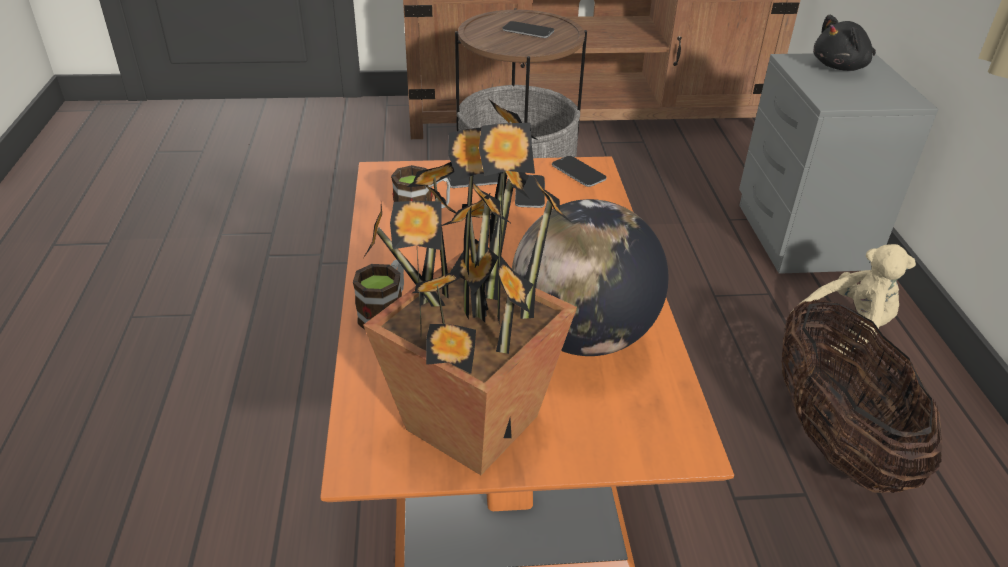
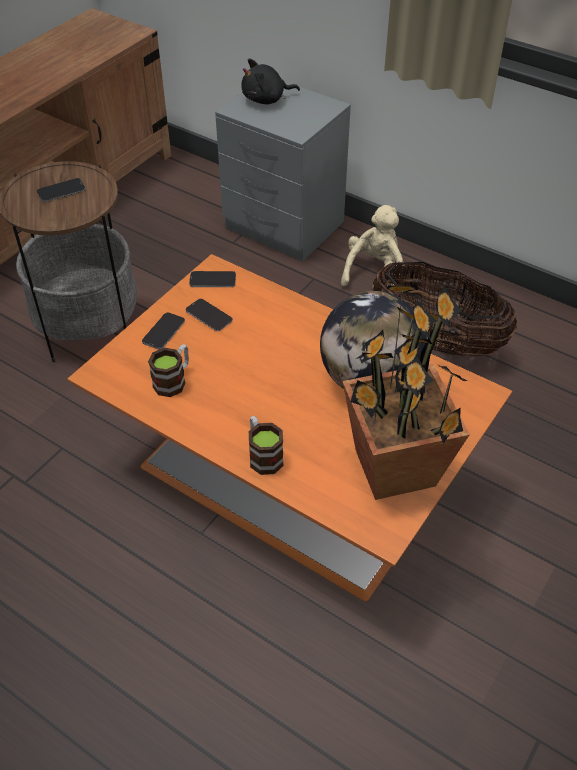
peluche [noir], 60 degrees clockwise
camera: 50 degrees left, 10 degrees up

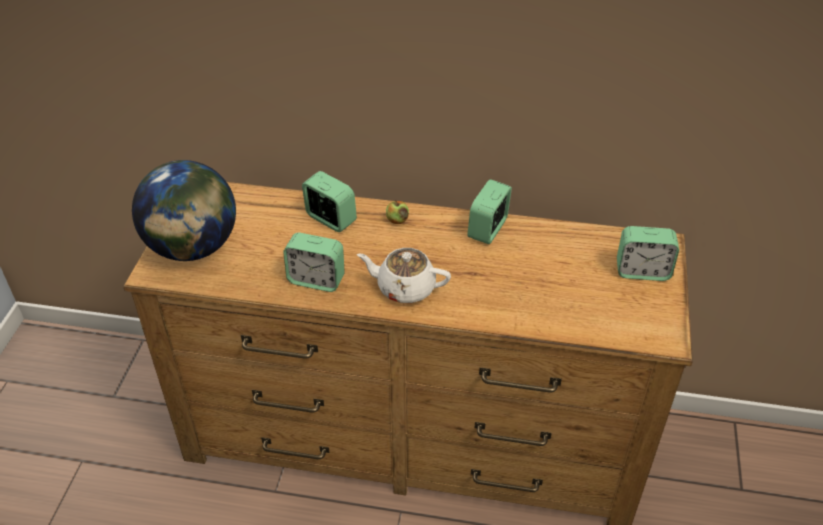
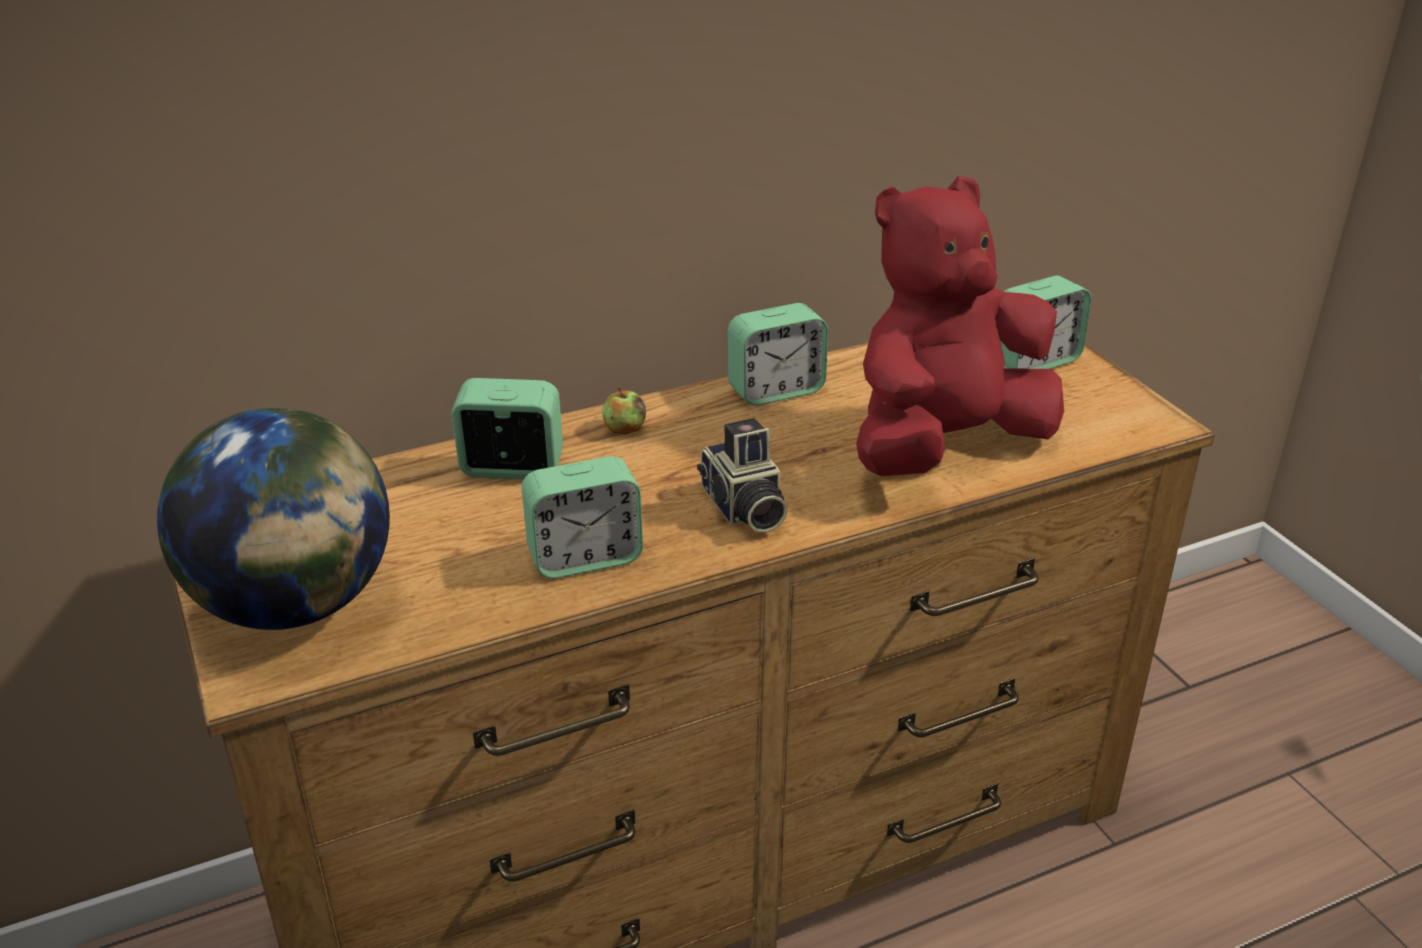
none -> peluche [rouge]
théière [blanc] -> appareil photo
réveil (3rd from left), 105 degrees counterclockwise
camera: 35 degrees left, 10 degrees down

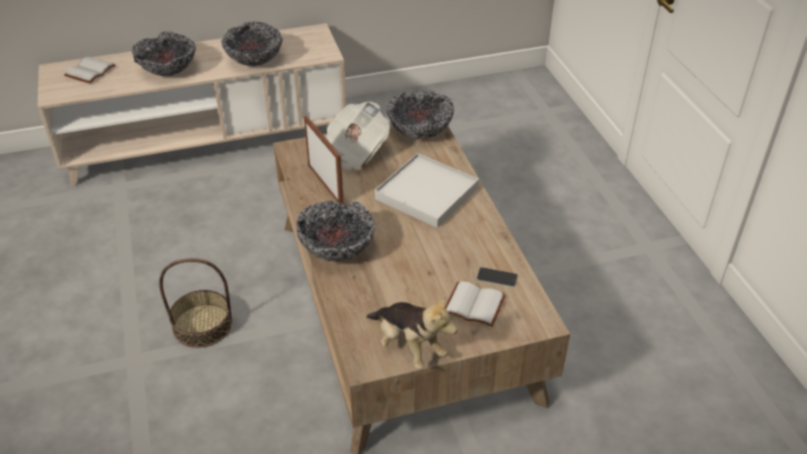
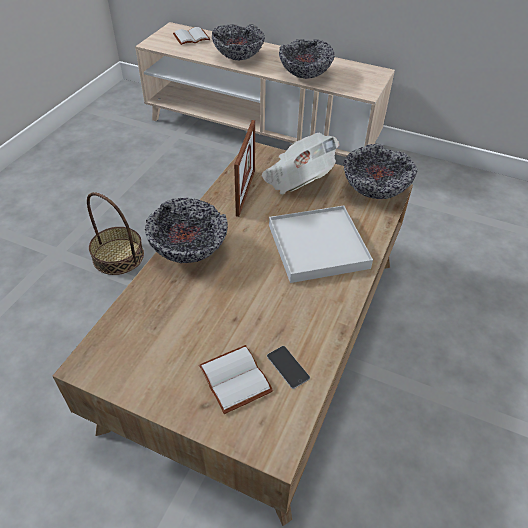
peluche -> none
camera: 40 degrees right, 5 degrees up

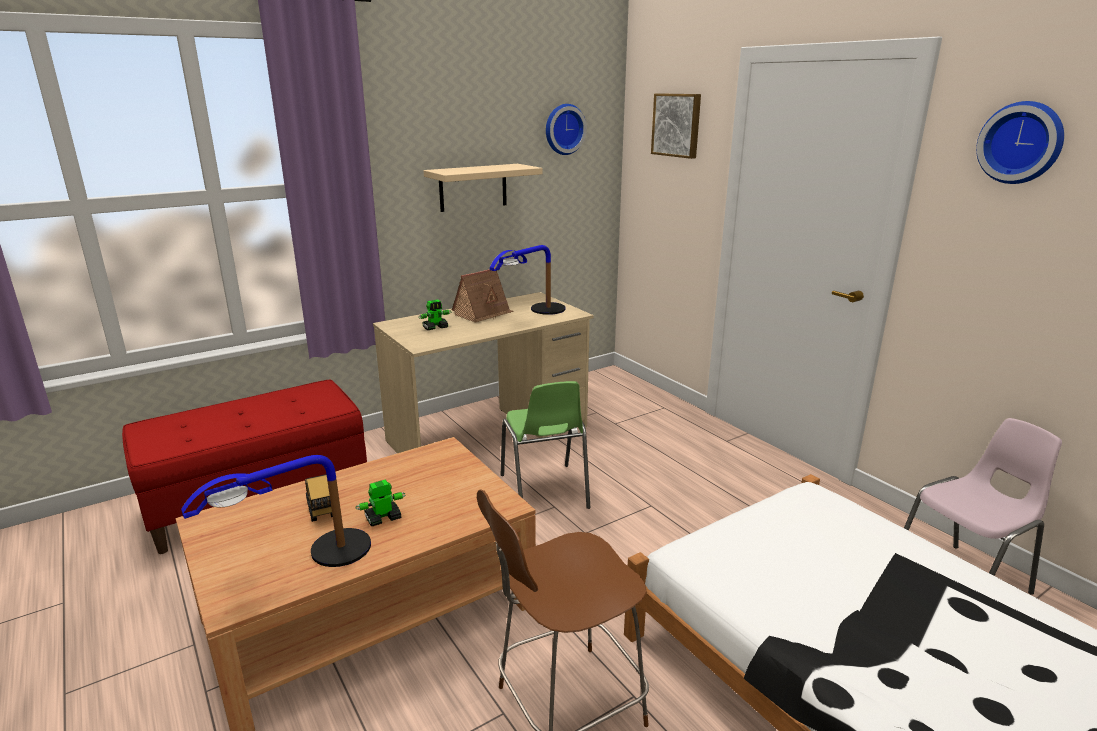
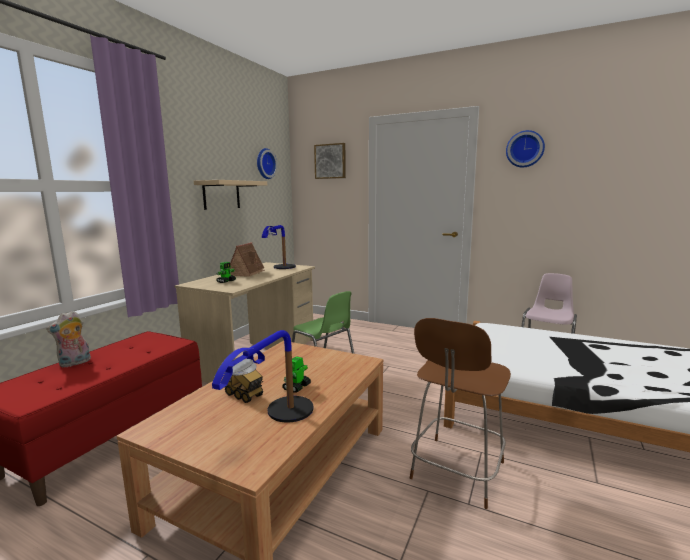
none -> peluche
camera: 30 degrees left, 10 degrees down

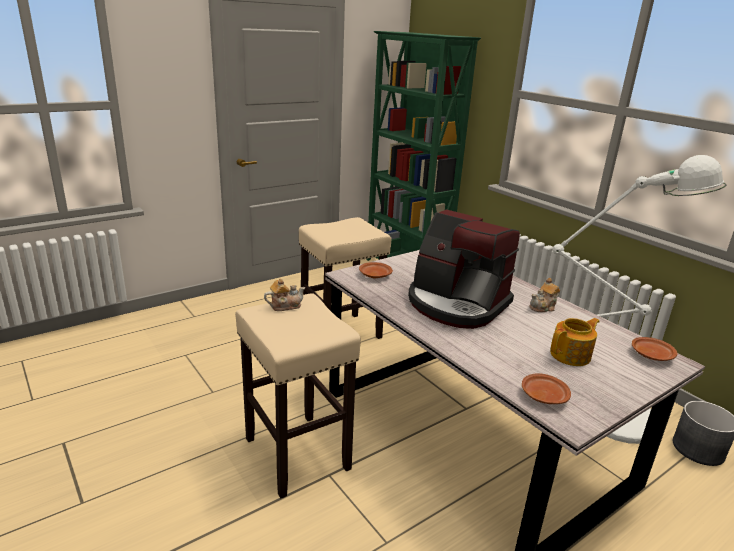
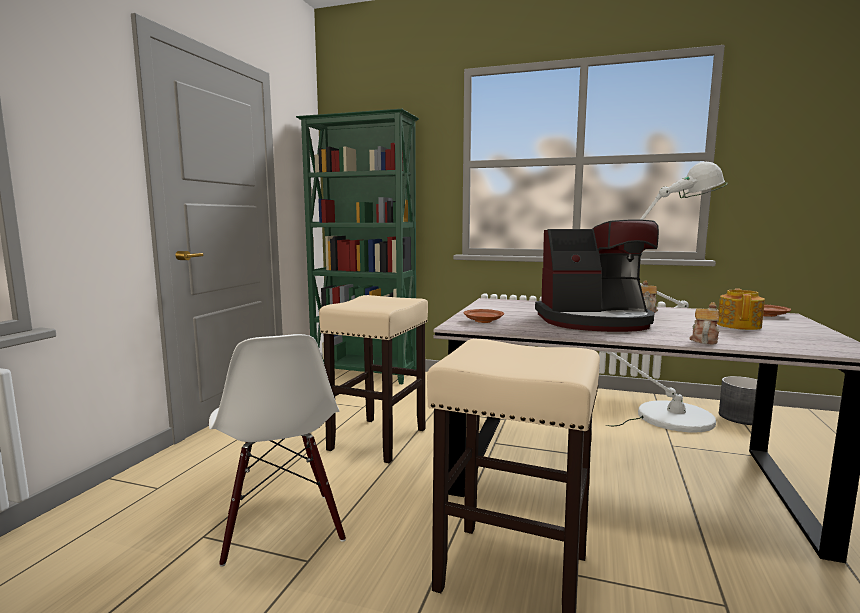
assiette [marron] (2nd from left) -> none
none -> chaise [blanc]
théière (1st from left in the first image) -> théière (2nd from left), moved
camera: 35 degrees left, 15 degrees down

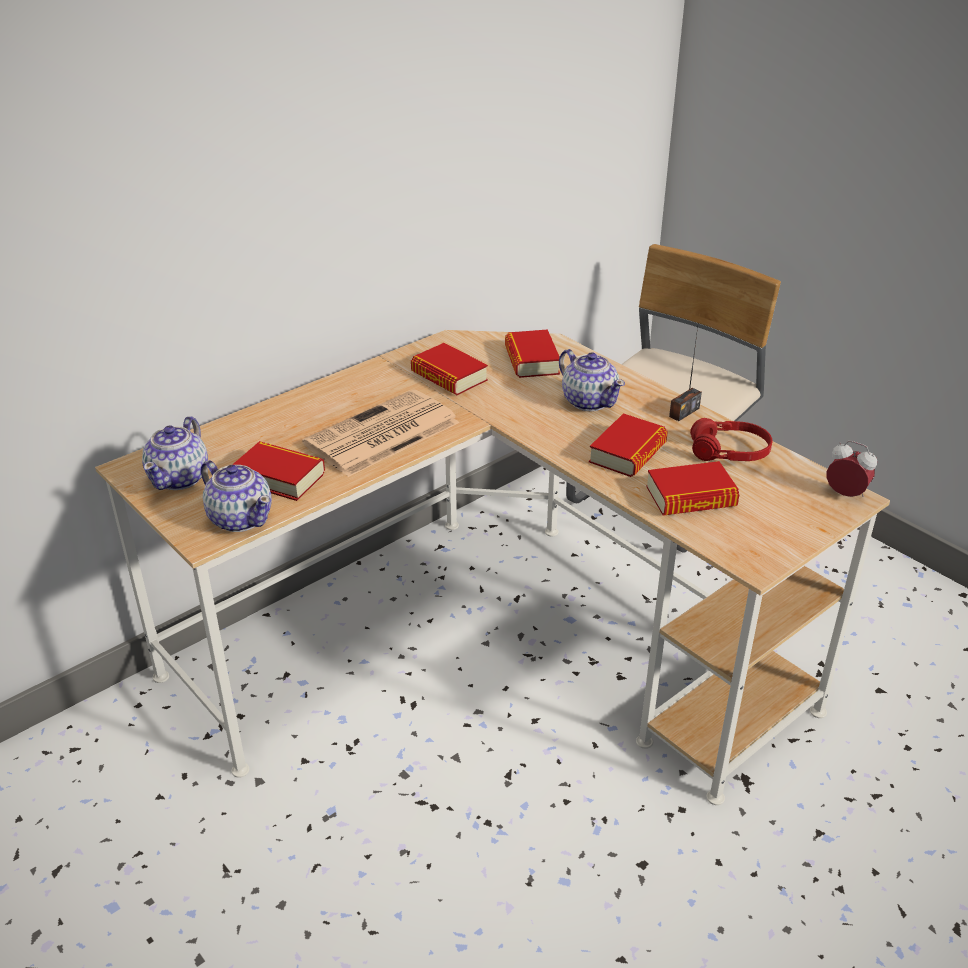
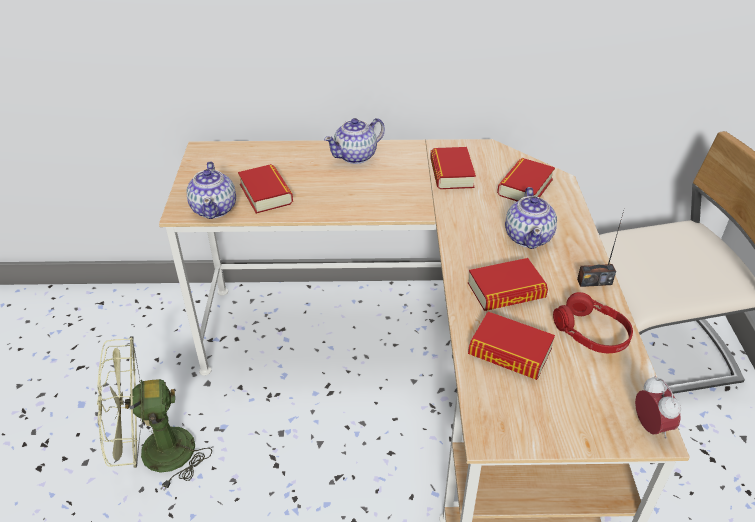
journal -> none
none -> ventilateur [vert]
théière (1st from left in the first image) -> théière (2nd from left), moved
camera: 40 degrees right, 5 degrees up

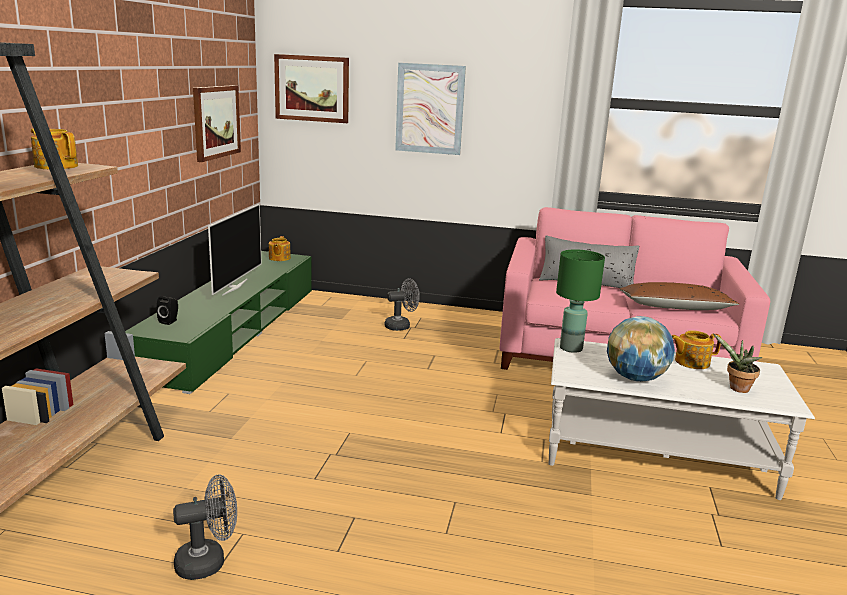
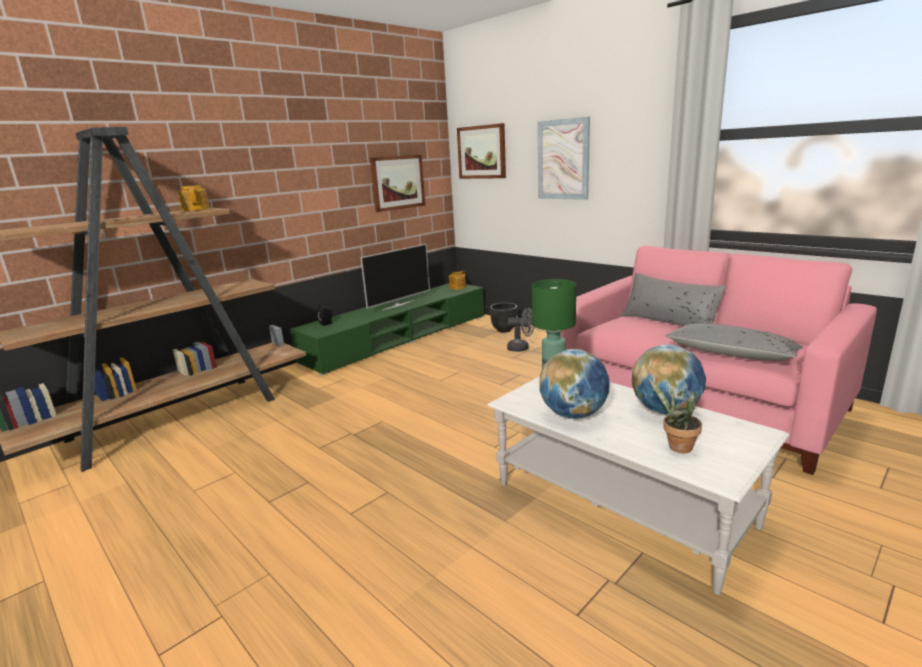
ventilateur [gris] (1st from left) -> none
none -> cache-pot [noir]
théière (3rd from left) -> globe (2nd from left)
coussin [marron] -> coussin [gris] (2nd from left)
camera: 35 degrees right, 0 degrees up

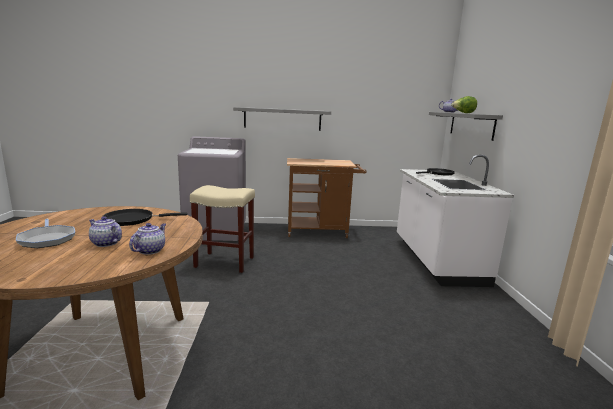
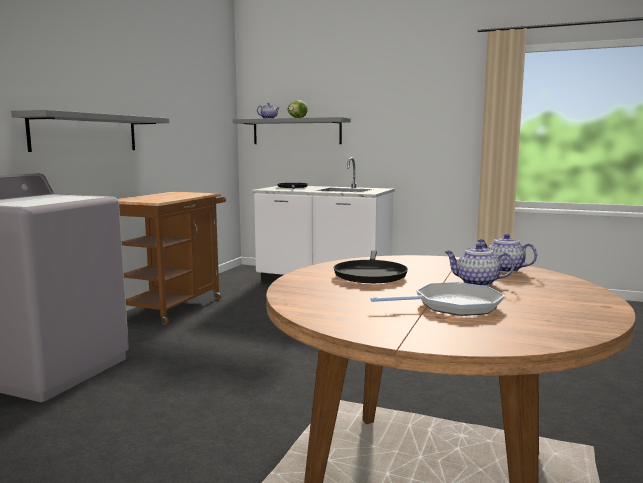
tabouret [beige] -> none
théière (1st from left in the first image) -> théière (2nd from left), 60 degrees clockwise
camera: 65 degrees left, 5 degrees down

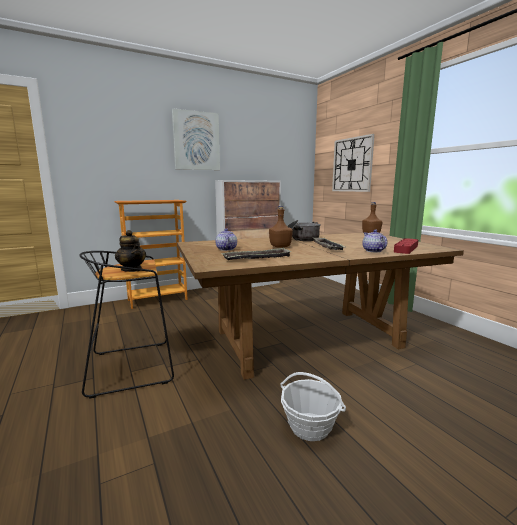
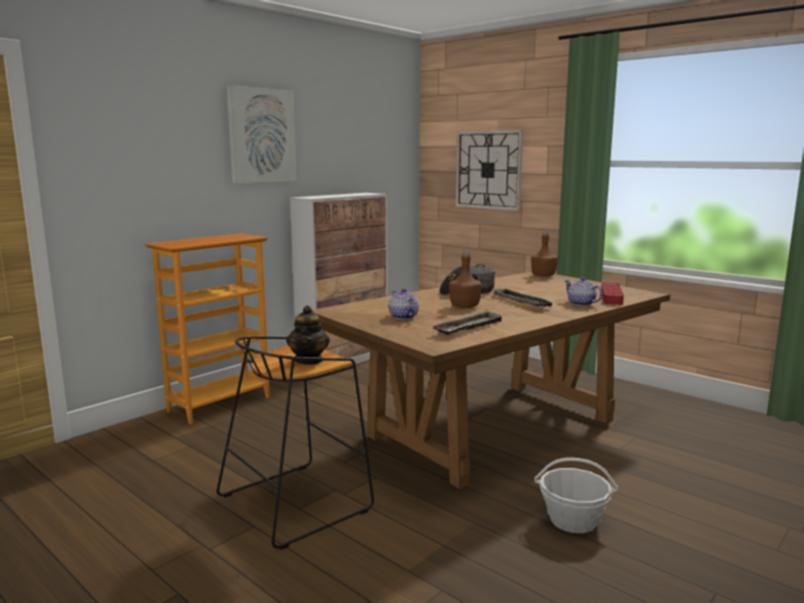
théière (1st from left), 60 degrees clockwise
camera: 20 degrees left, 0 degrees up

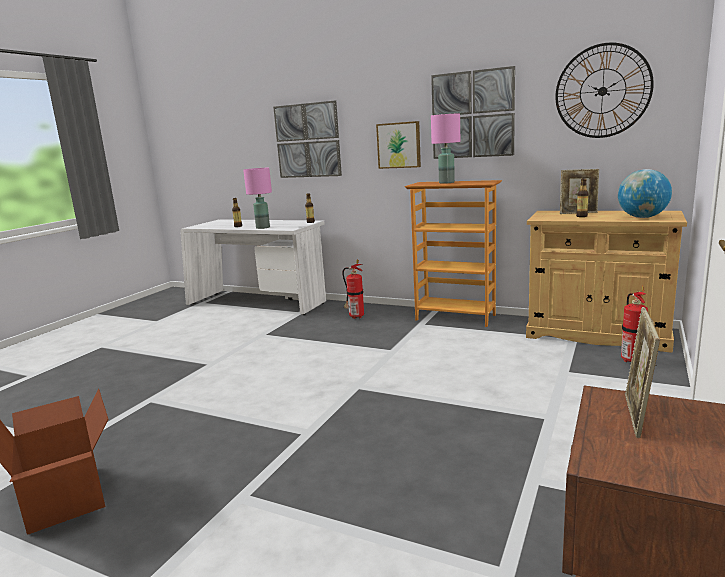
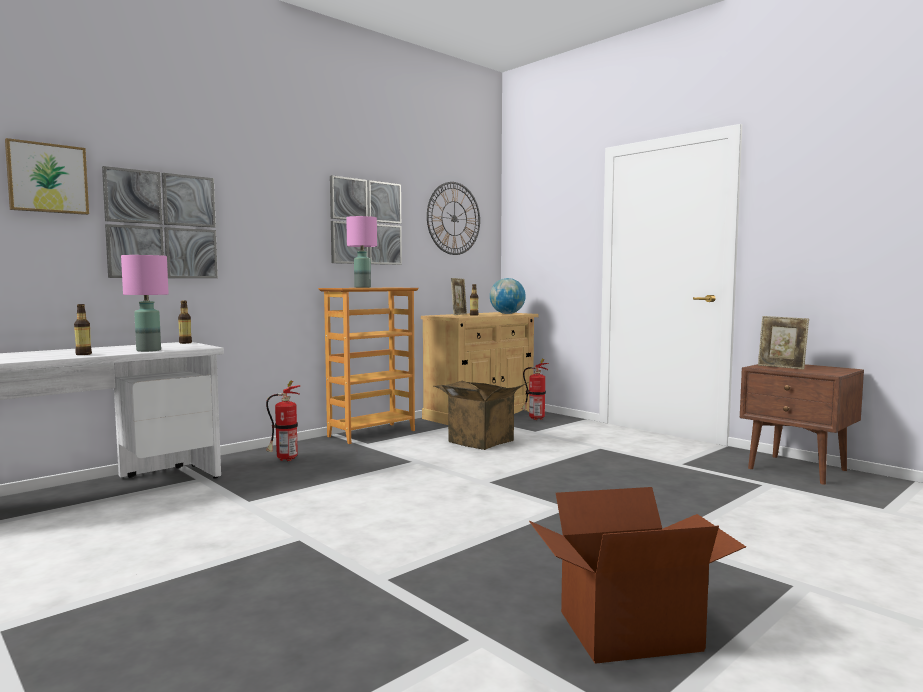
none -> carton (1st from left)
tableau (2nd from left in the first image) -> tableau (1st from left), moved
camera: 70 degrees left, 10 degrees down

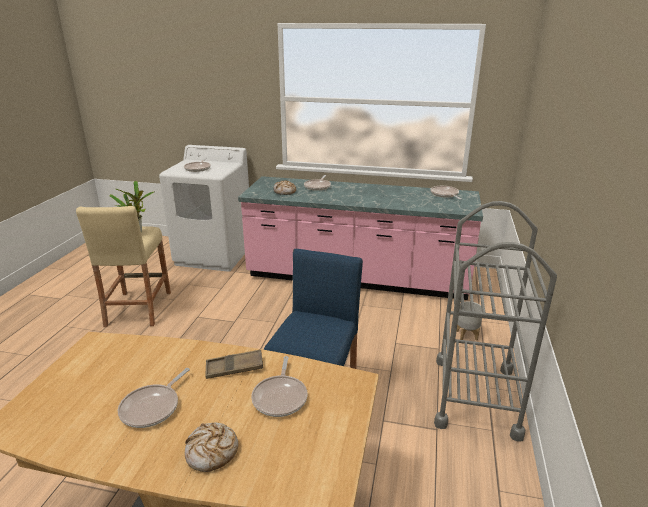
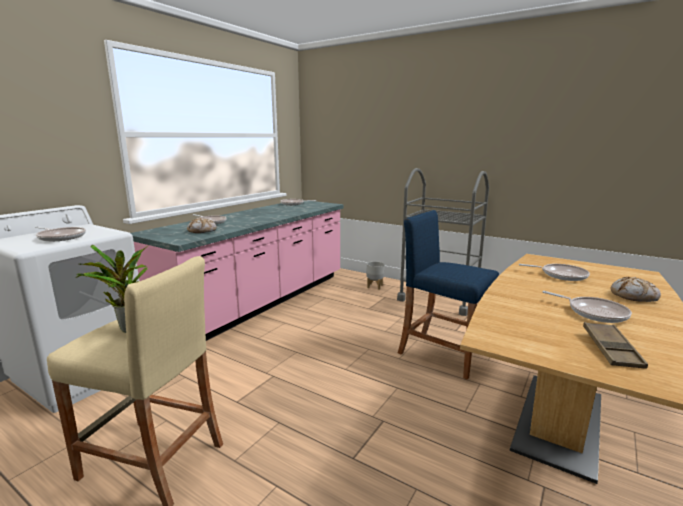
plateau [marron], moved
camera: 70 degrees left, 10 degrees down

